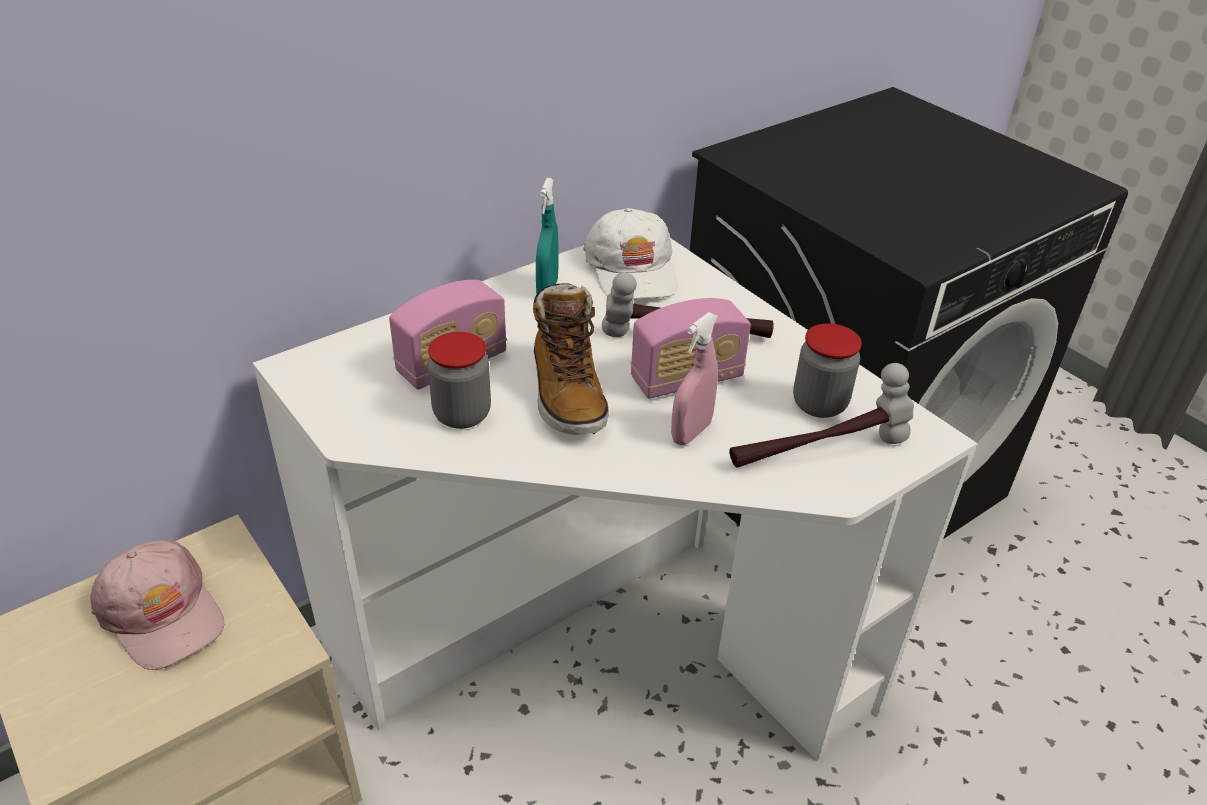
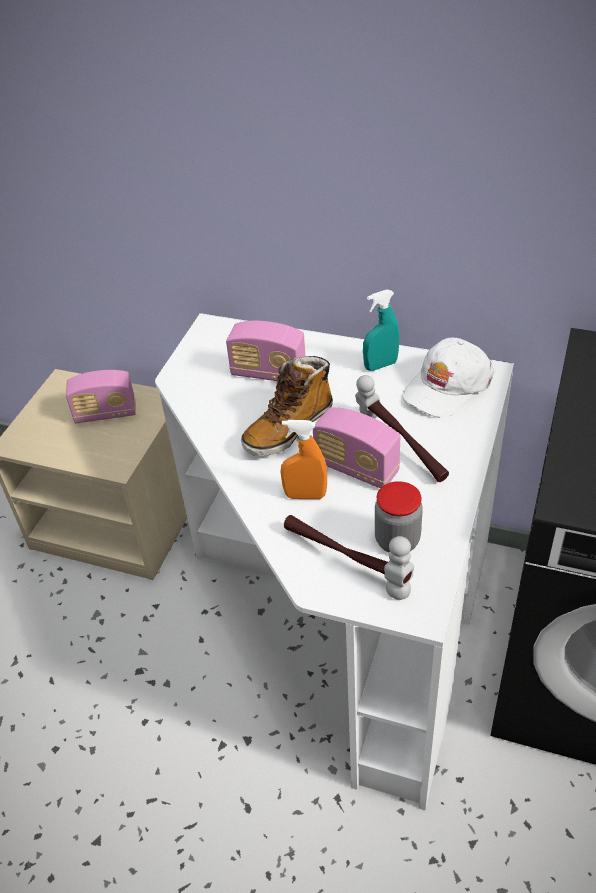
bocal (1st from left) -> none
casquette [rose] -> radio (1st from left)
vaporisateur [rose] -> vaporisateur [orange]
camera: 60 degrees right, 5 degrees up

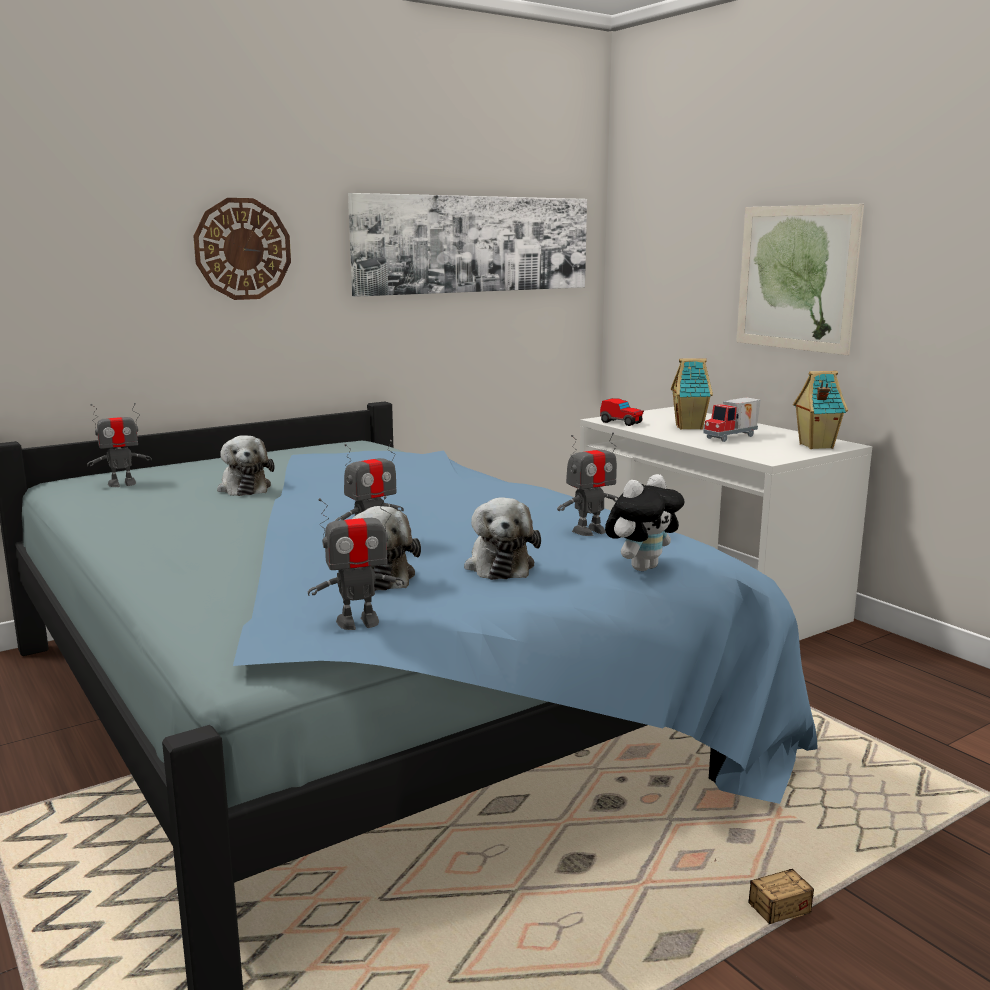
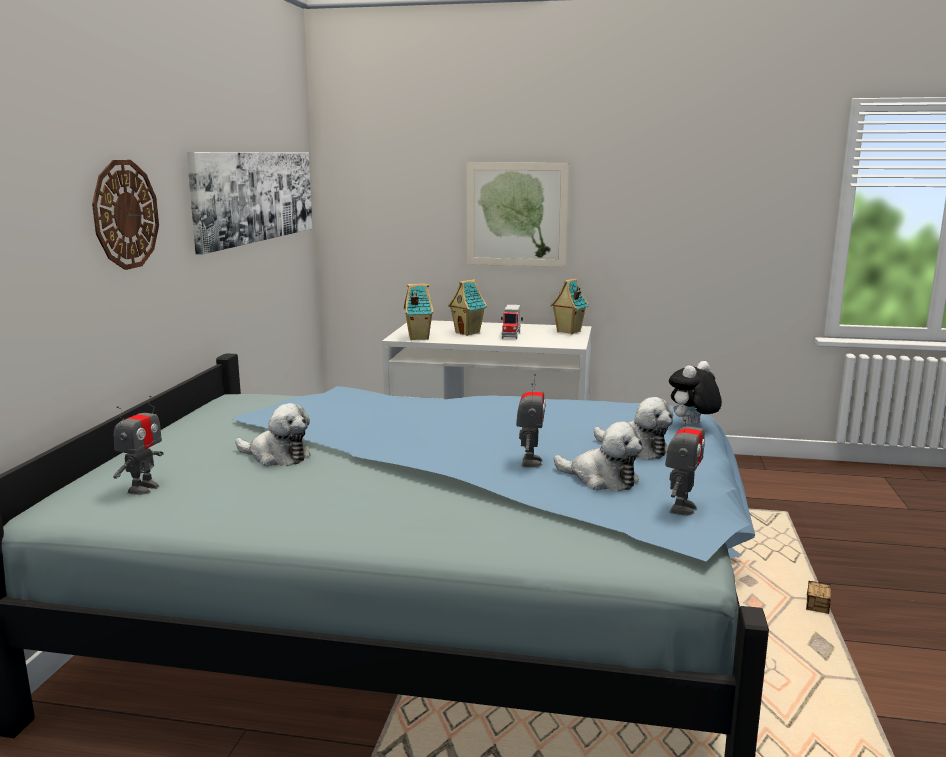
robot jouet (4th from left) -> none
petite voiture -> maison miniature (1st from left)
peluche (4th from left), 135 degrees counterclockwise
camera: 45 degrees left, 0 degrees up

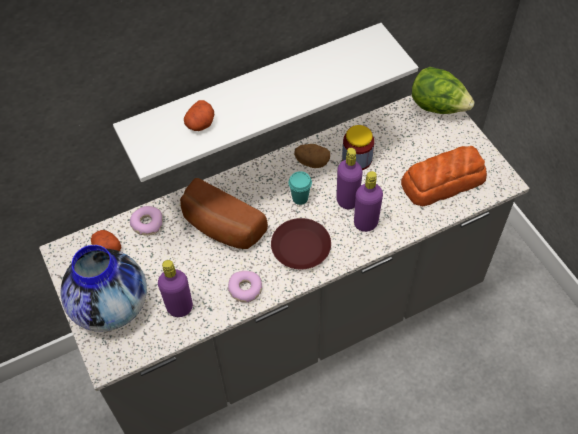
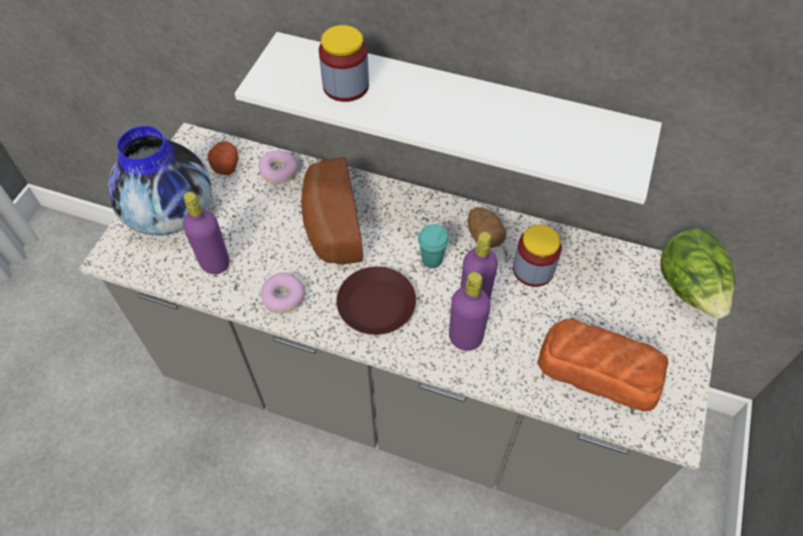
pomme de terre (2nd from left) -> bocal (1st from left)
camera: 45 degrees right, 0 degrees up

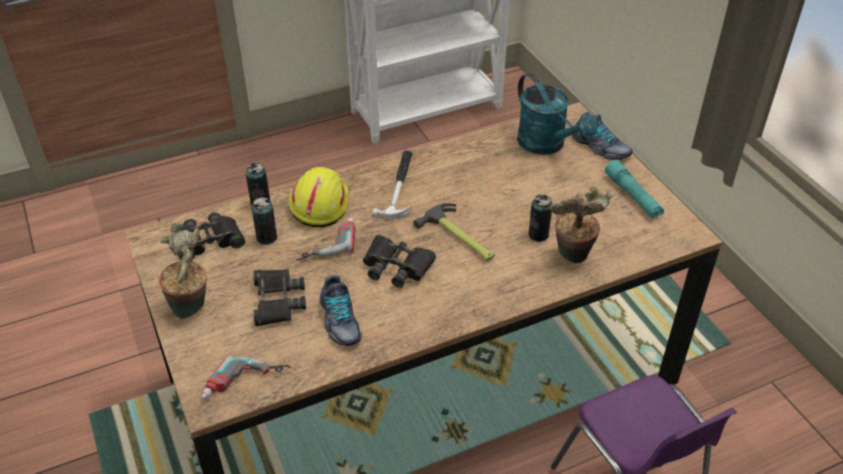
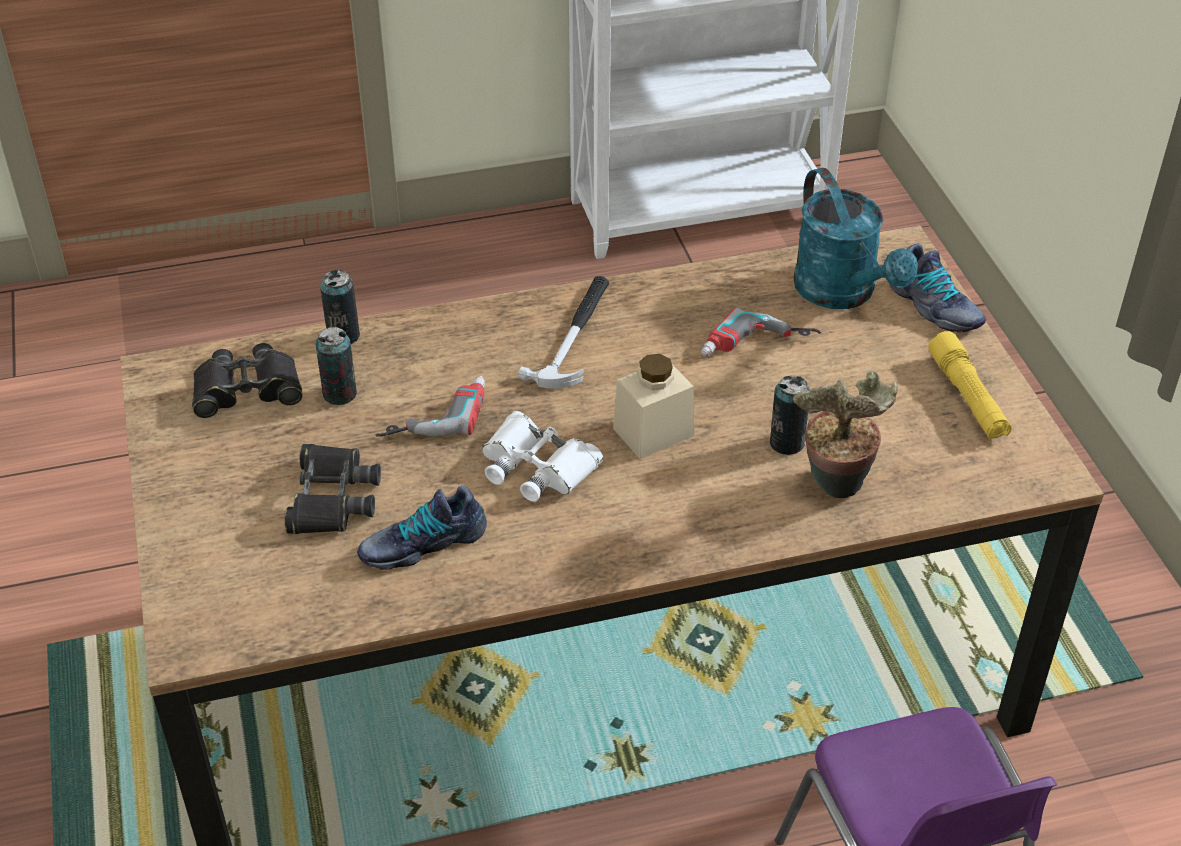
plante en pot (1st from left) -> none
casque de chantier [jaune] -> none
perceuse (1st from left in the first image) -> perceuse (2nd from left), moved
marteau (2nd from left) -> bocal [beige]
jumelles [noir] (3rd from left) -> jumelles [blanc]
lampe de poche [turquoise] -> lampe de poche [jaune]
chaussure (1st from left), 75 degrees clockwise
camera: 10 degrees right, 0 degrees up

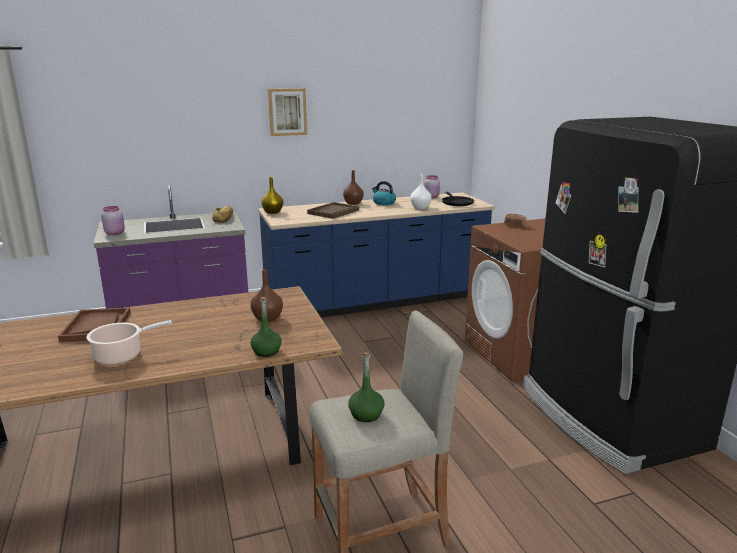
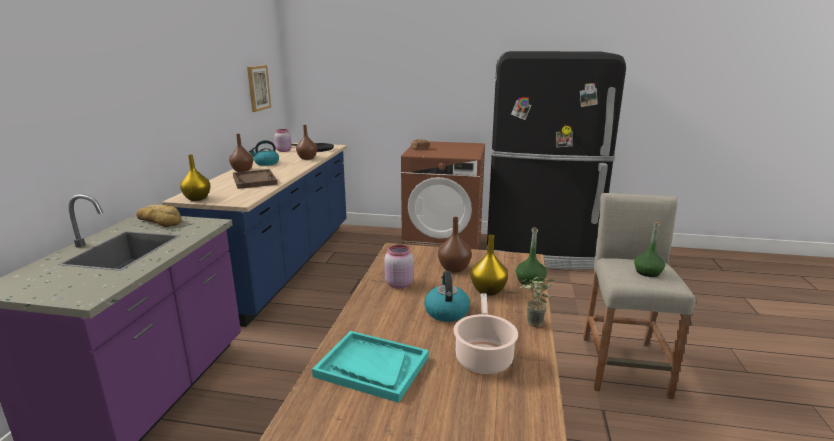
none -> bouilloire (2nd from left)
none -> vase [jaune] (2nd from left)
none -> plante en pot
bocal [rose] (1st from left in the first image) -> bocal [rose] (2nd from left), moved
tableau, moved
plateau [marron] (1st from left) -> plateau [turquoise]
vase [blanc] -> vase [marron] (2nd from left)
camera: 60 degrees left, 0 degrees up

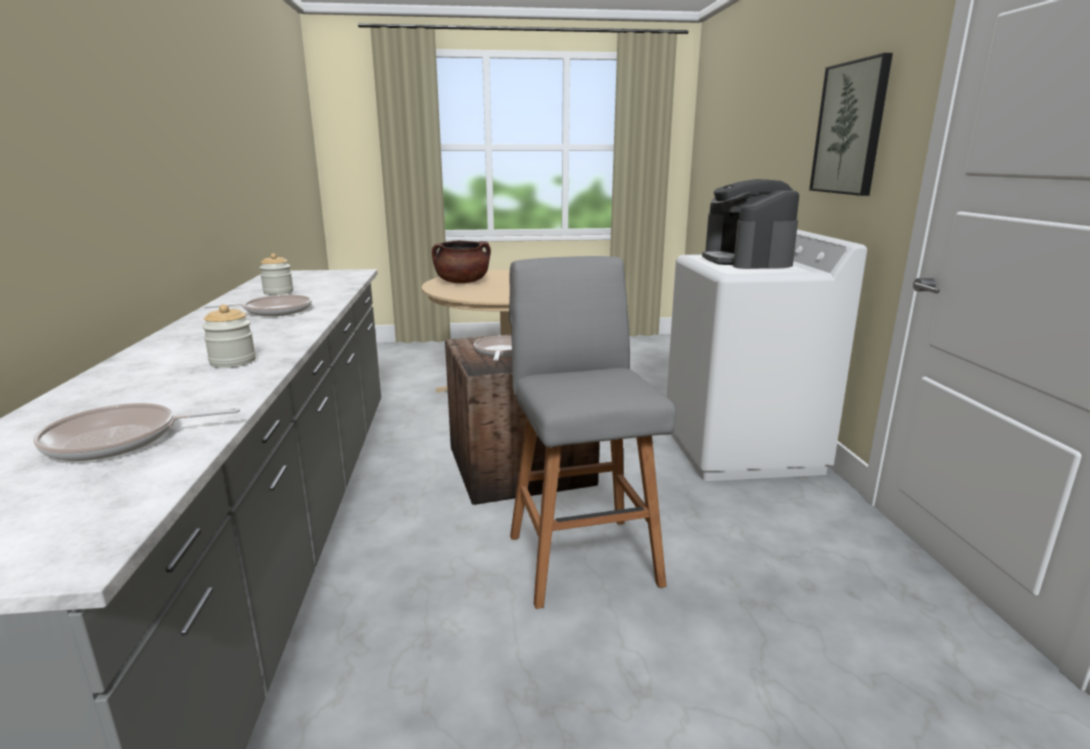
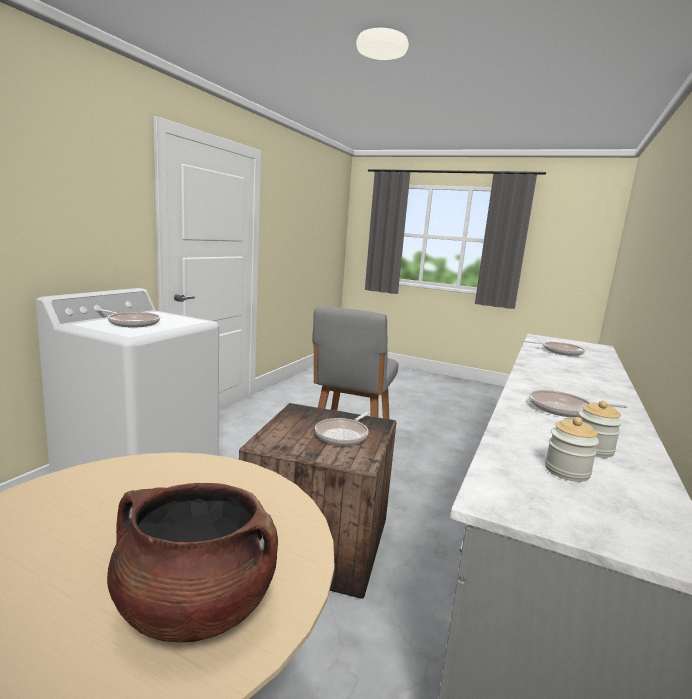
tableau -> none
bocal (1st from left), moved
machine à café -> poêle (1st from left)
camera: 150 degrees left, 5 degrees down

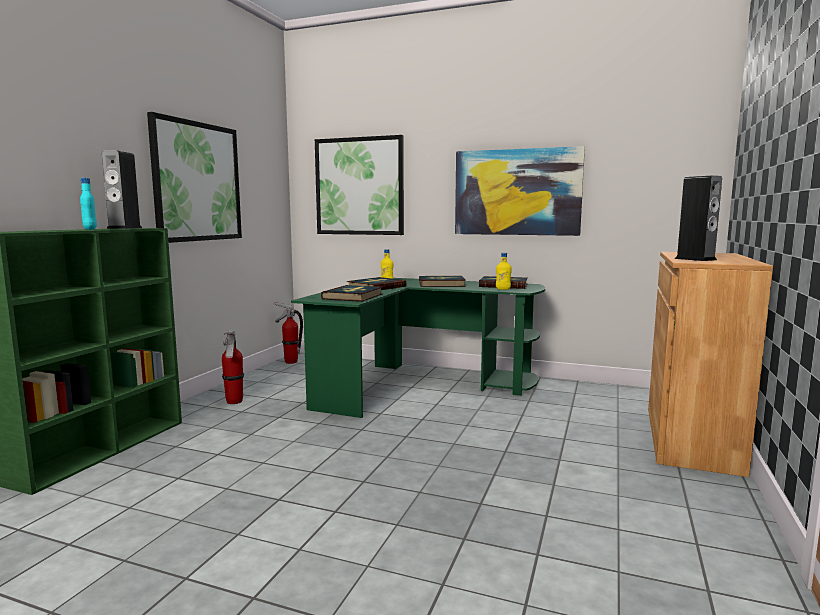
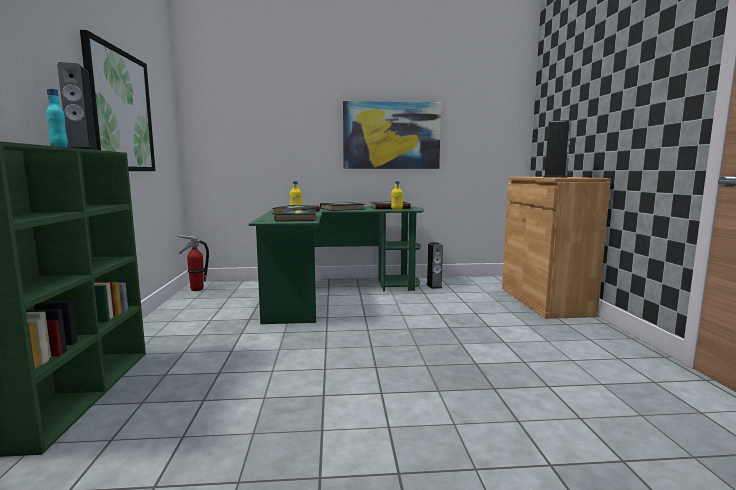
extincteur (1st from left) -> none
tableau (2nd from left) -> none
none -> enceinte (2nd from left)
camera: 25 degrees left, 0 degrees up

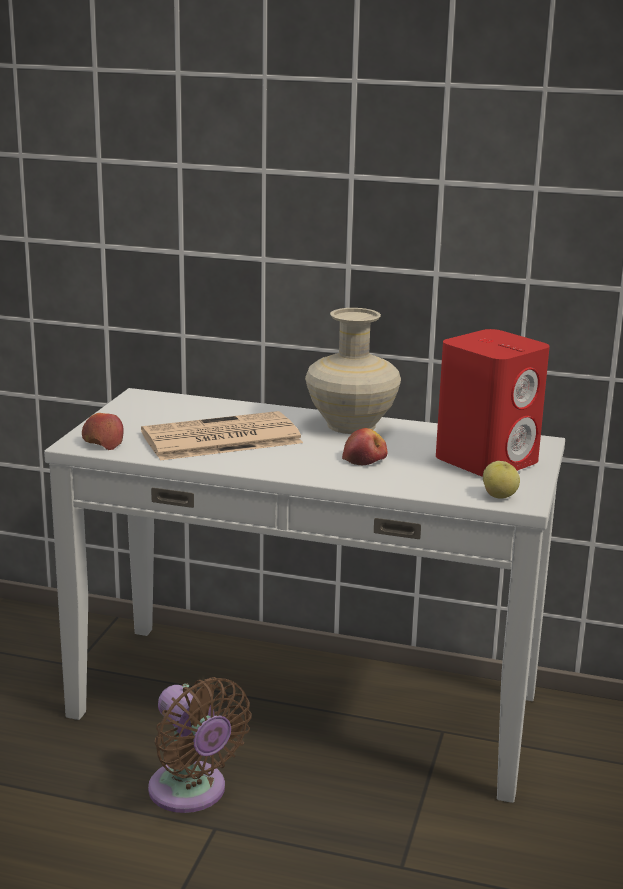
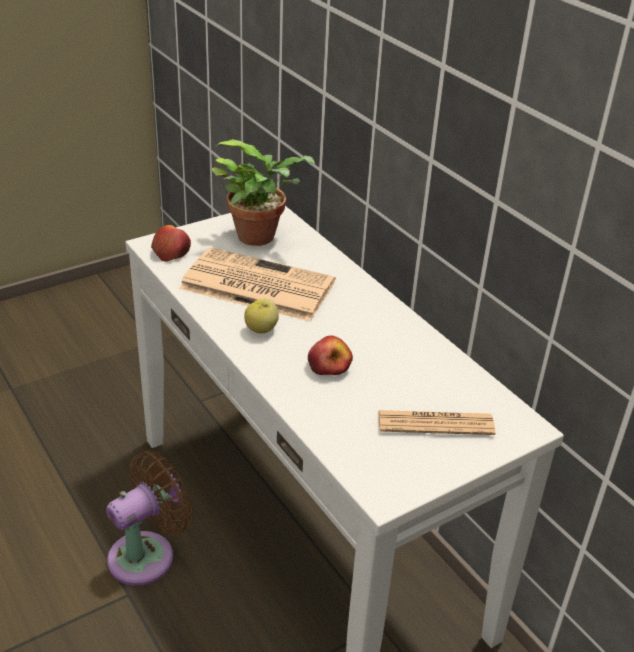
vase [beige] -> none
none -> plante en pot
pomme (3rd from left in the first image) -> pomme (2nd from left), moved
enceinte [rouge] -> journal (2nd from left)
ventilateur [marron], 135 degrees counterclockwise
camera: 40 degrees right, 15 degrees up

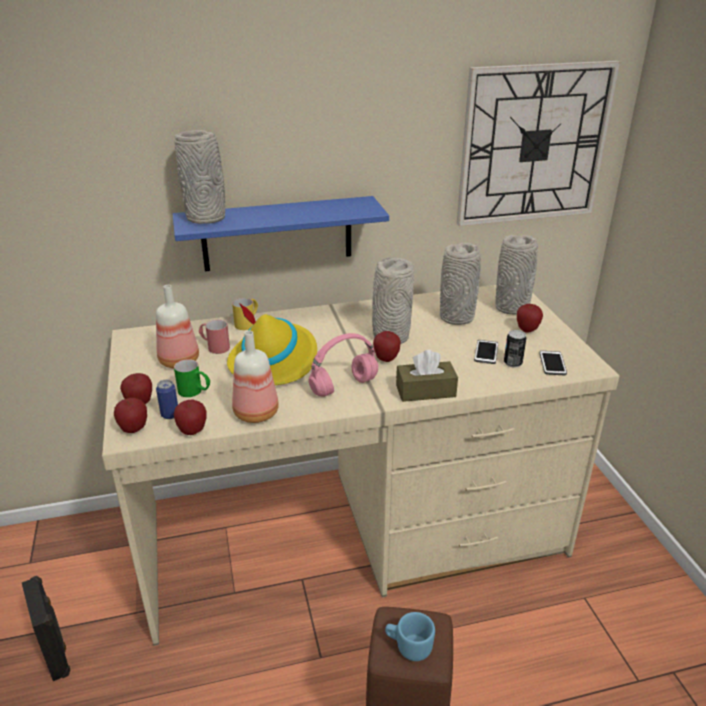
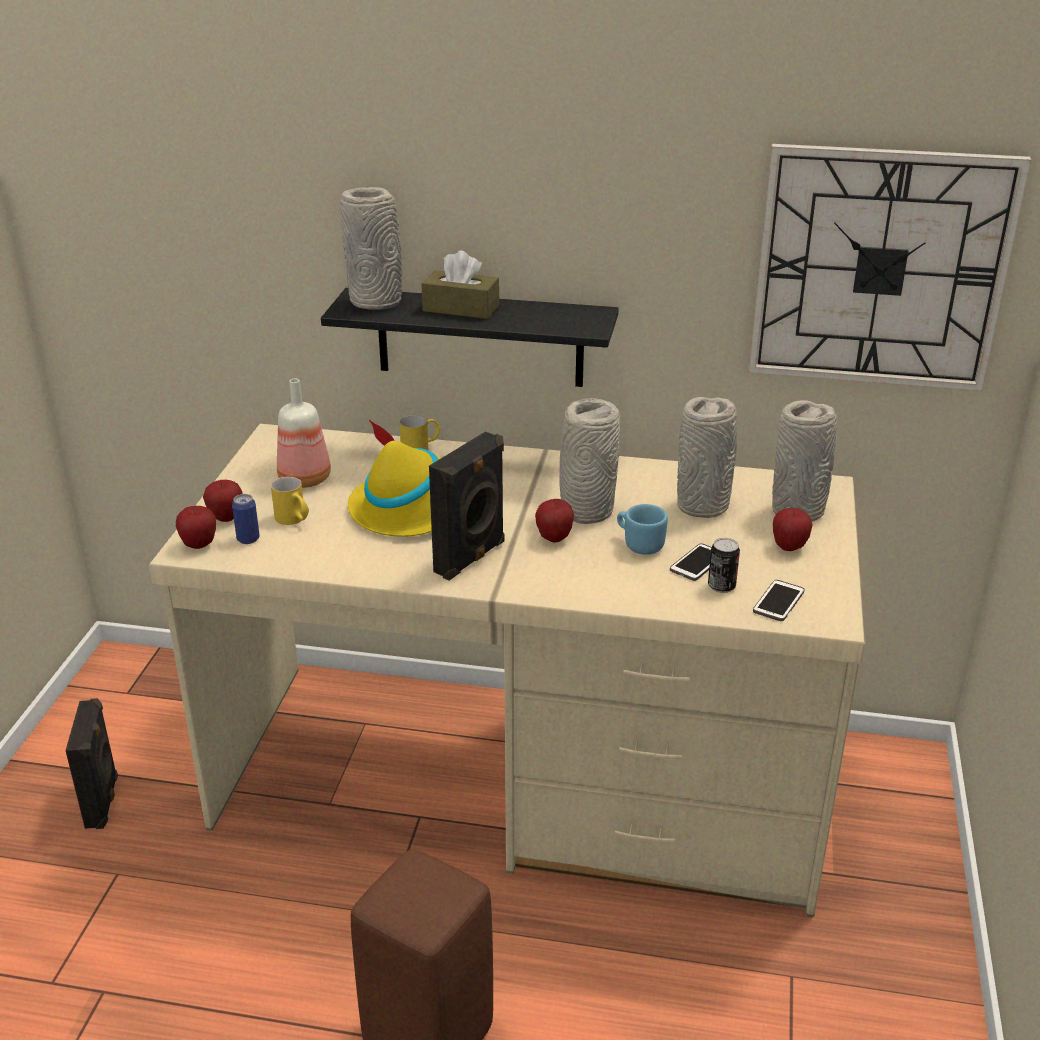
pomme (3rd from left) -> none
mug [rouge] -> none
bouteille (2nd from left) -> none
mug [bleu], moved
boîte à mouchoirs [marron], moved
casque audio [rose] -> enceinte [noir] (2nd from left)
étagère [bleu] -> étagère [noir]
mug [vert] -> mug [jaune] (1st from left)
camera: 25 degrees right, 0 degrees up

